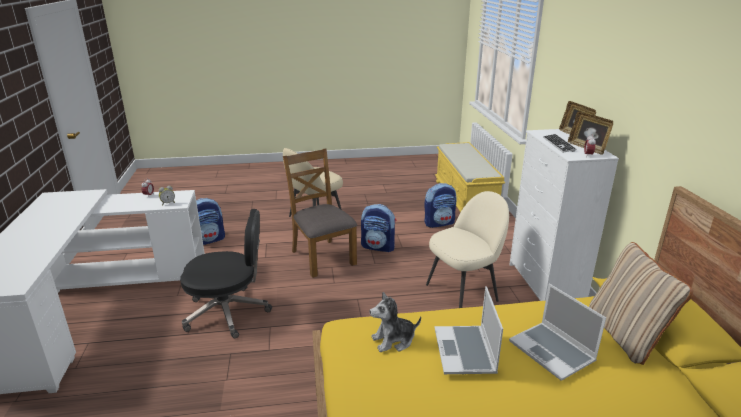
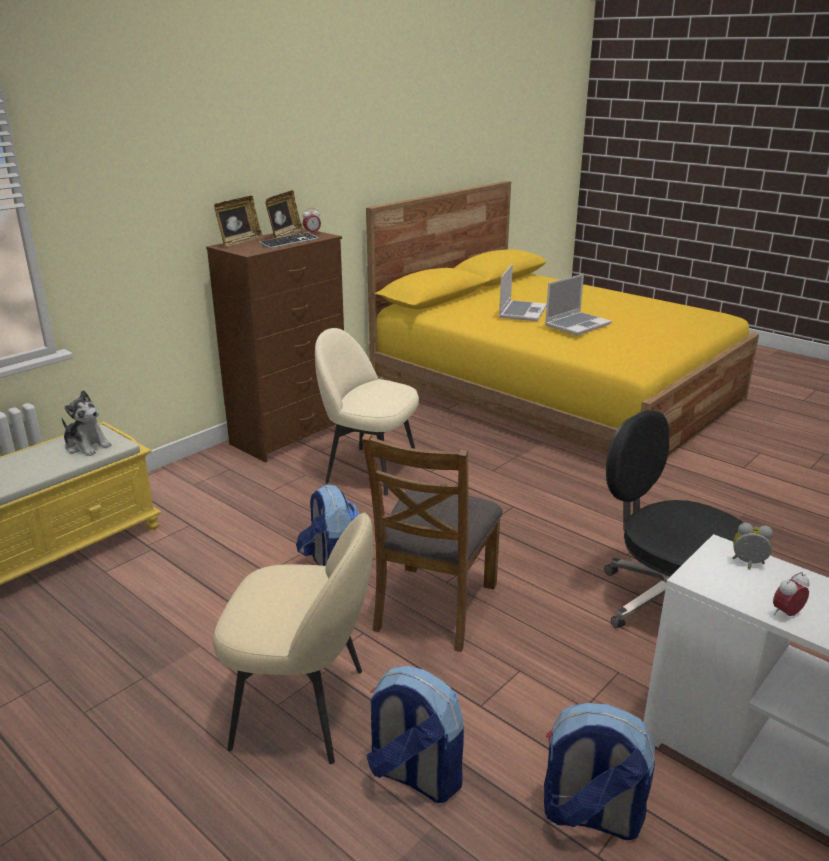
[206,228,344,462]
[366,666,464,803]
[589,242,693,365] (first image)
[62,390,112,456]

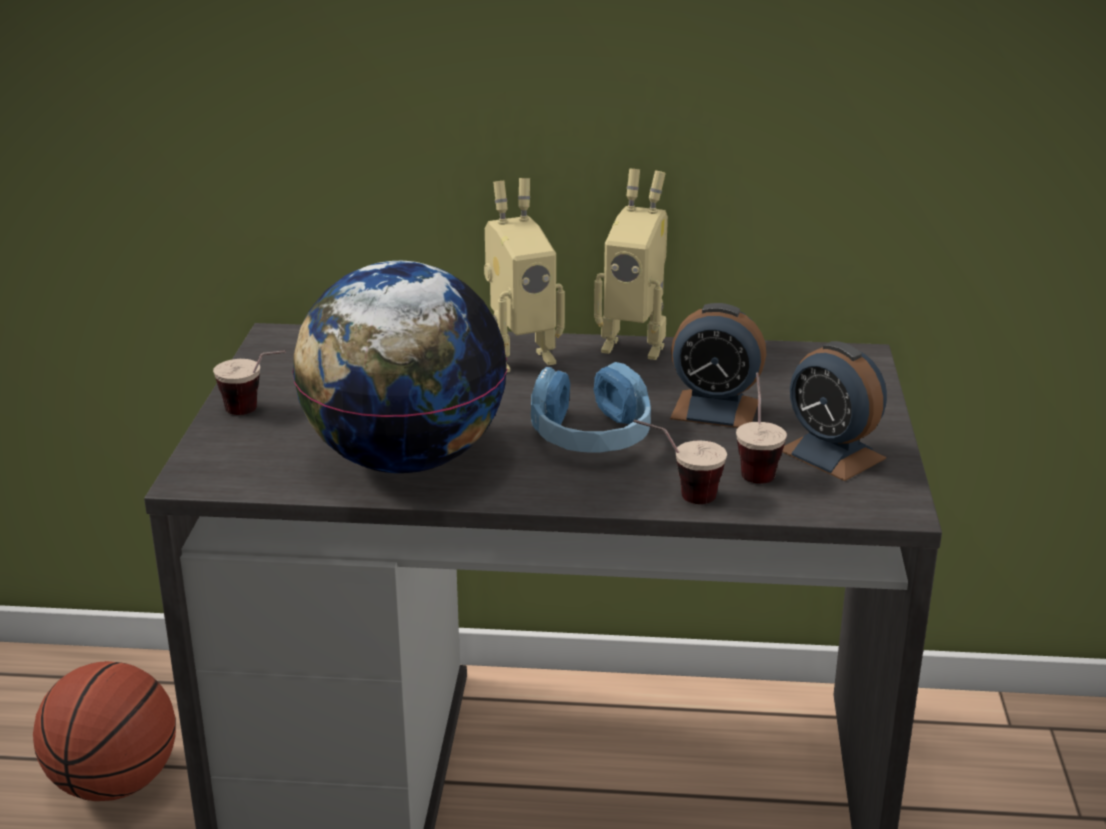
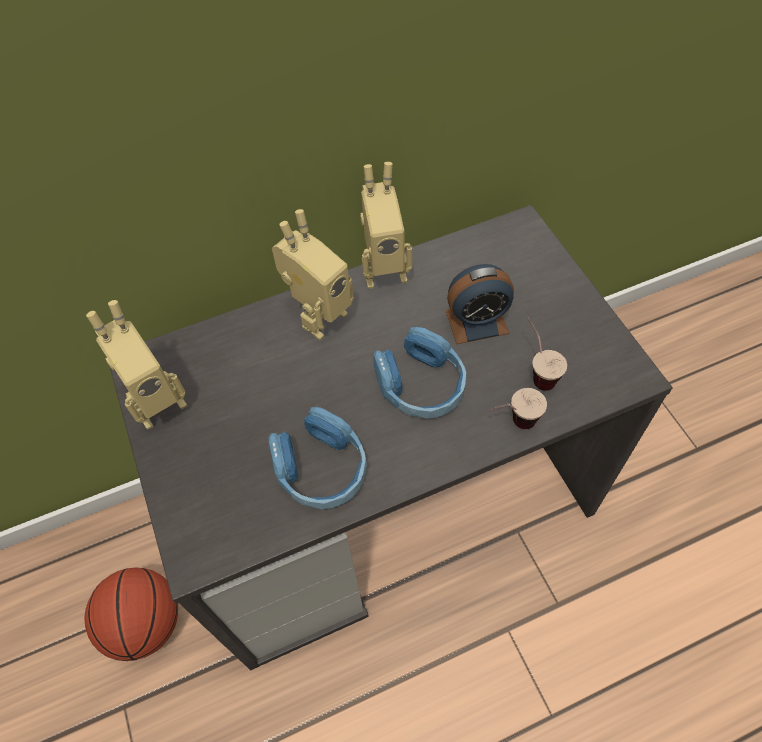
[269,407,367,509]
[782,341,887,481] (first image)
[213,350,286,415] (first image)
[86,300,187,430]

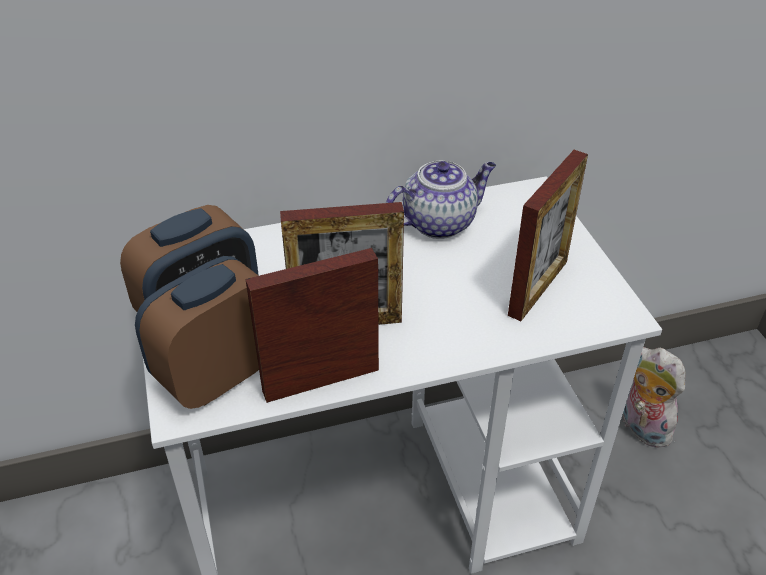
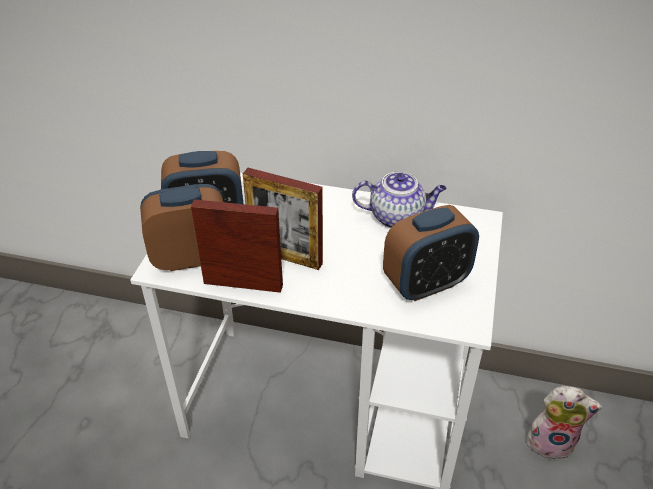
[383,205,479,301]
[526,386,602,460]

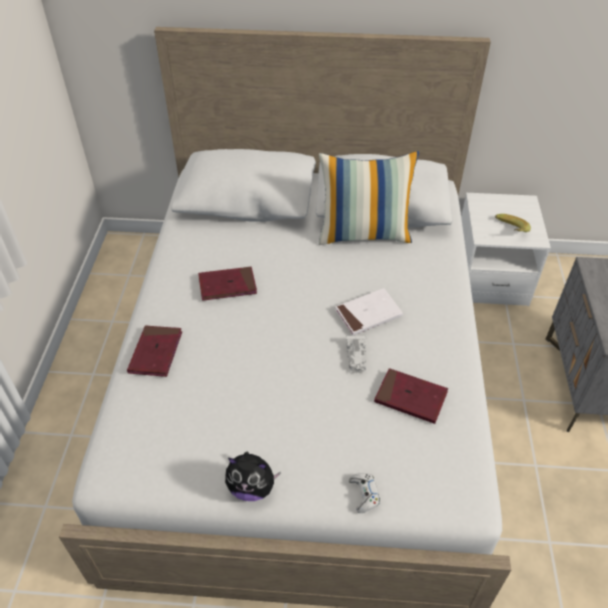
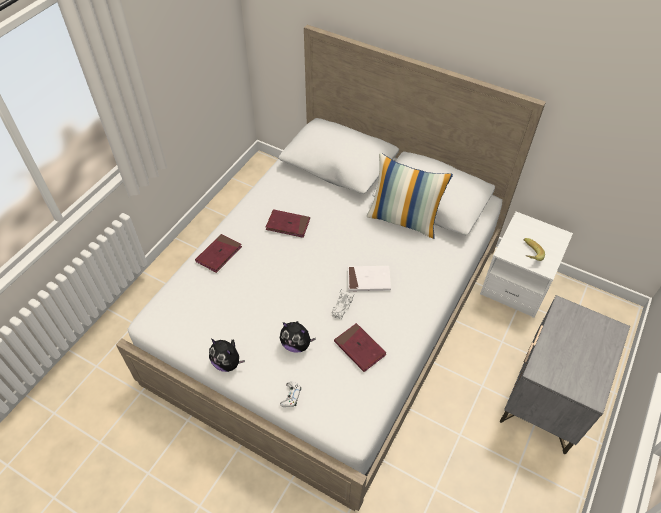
[280,321,316,353]

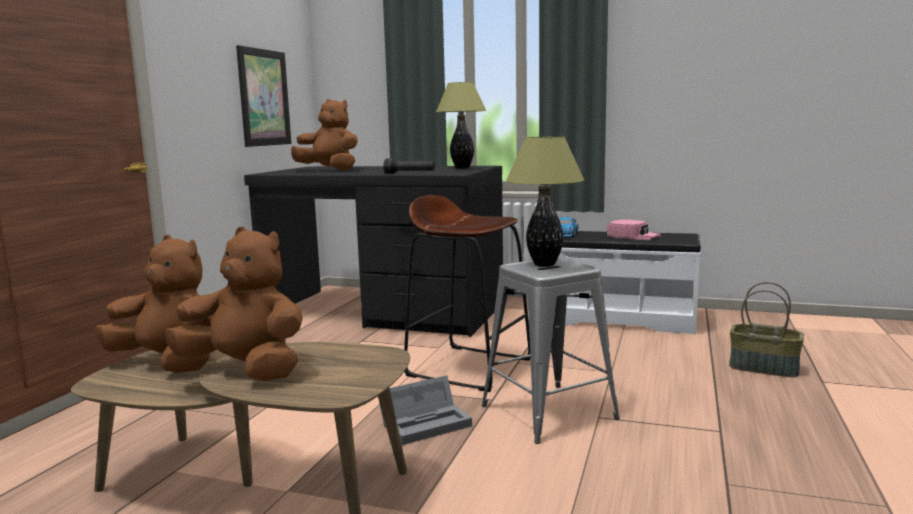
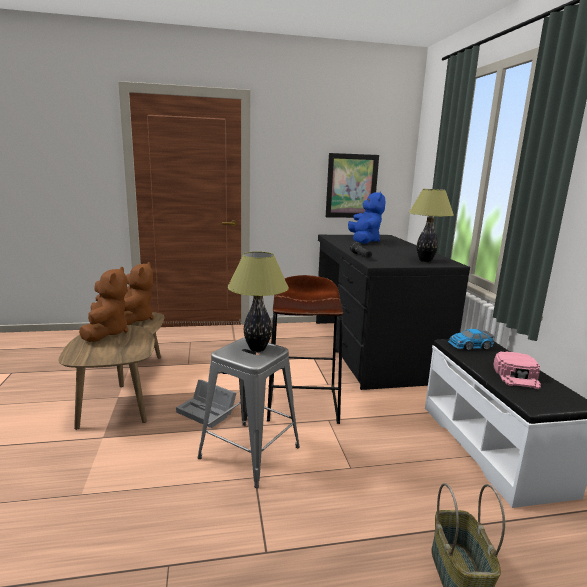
[348,191,386,244]

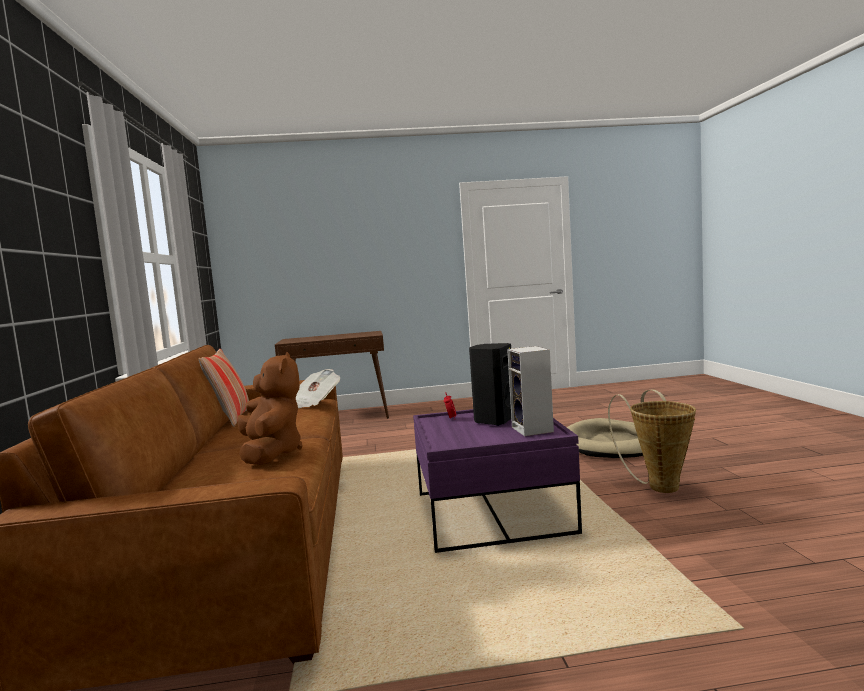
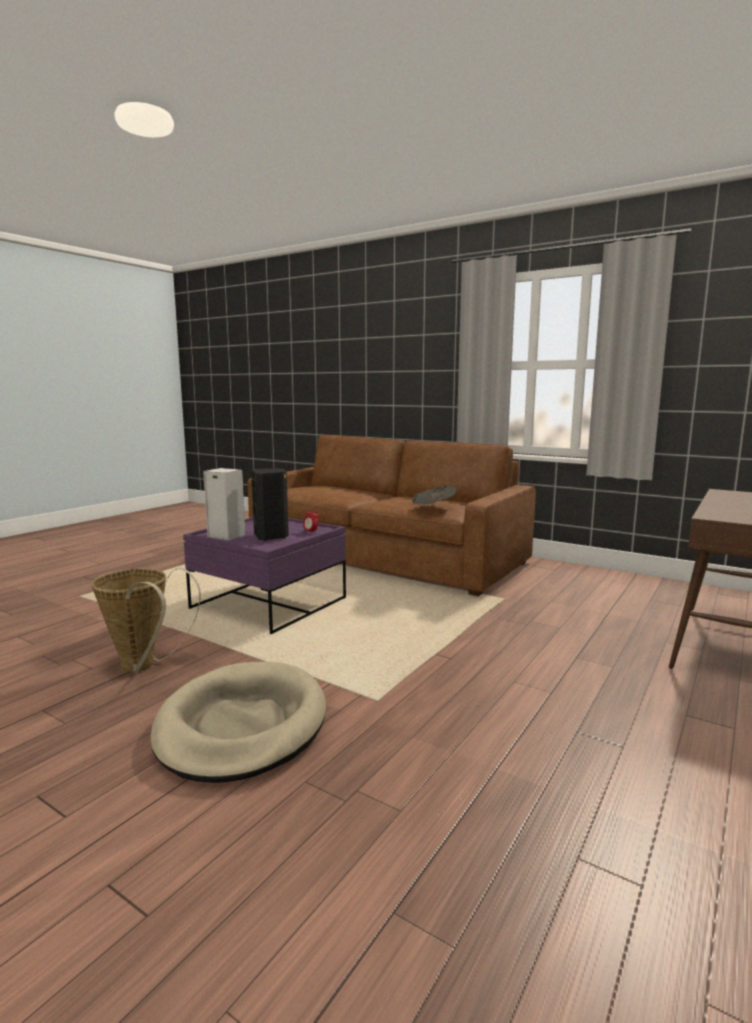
[199,349,249,426] (first image)
[238,352,303,465] (first image)

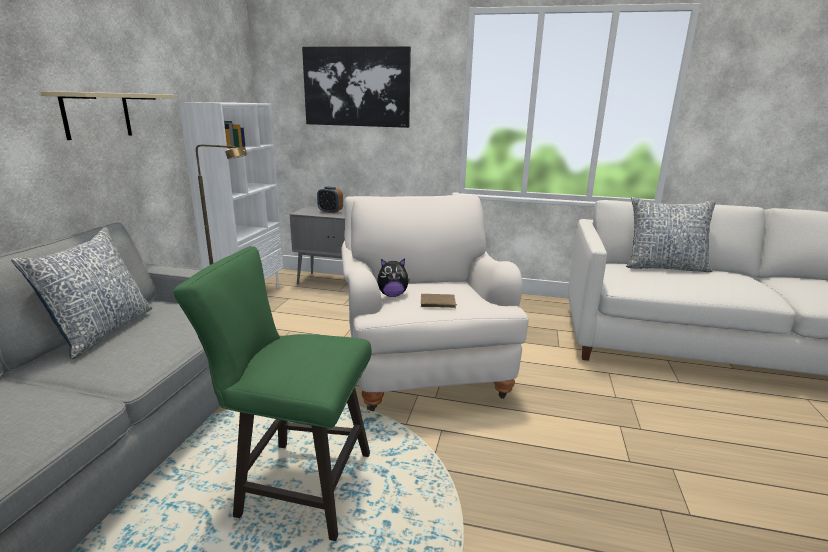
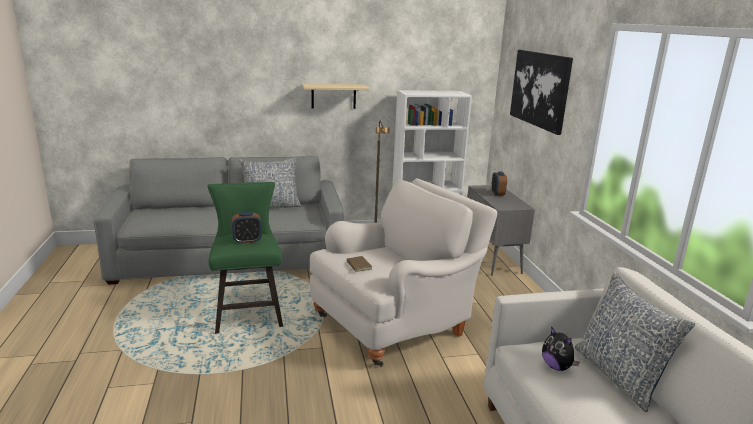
[542,326,580,371]
[231,212,262,244]

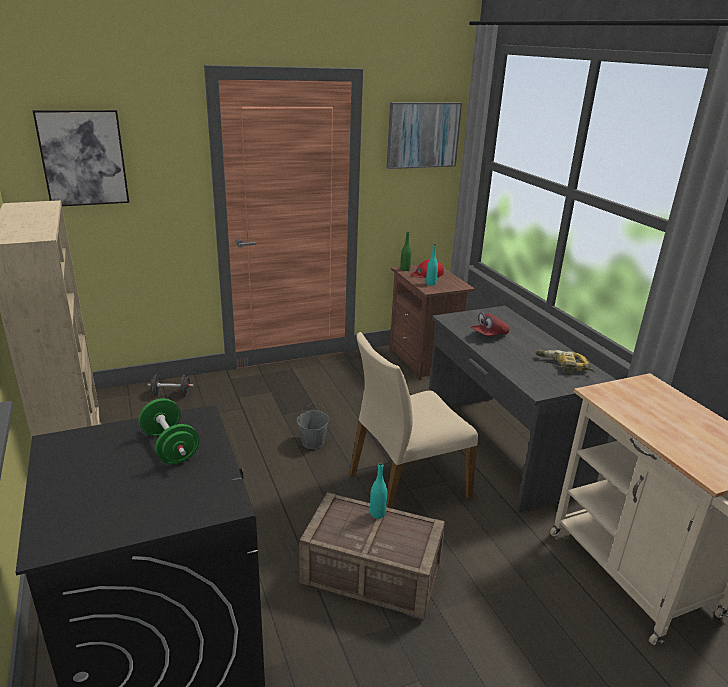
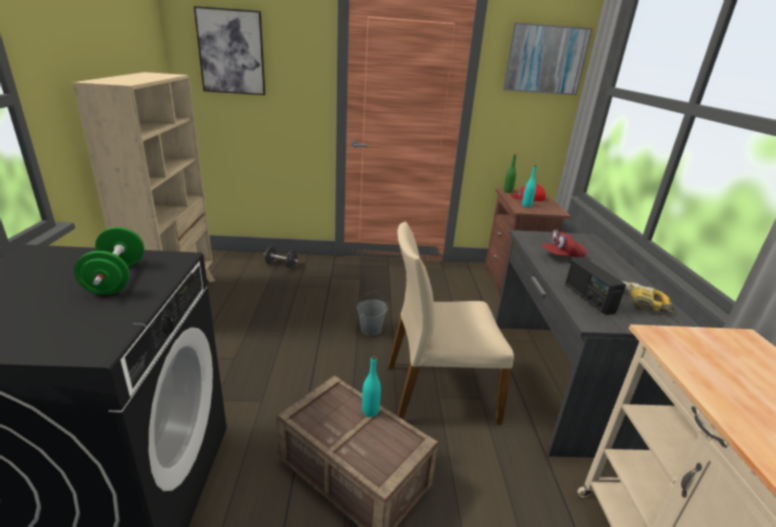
[565,257,626,315]

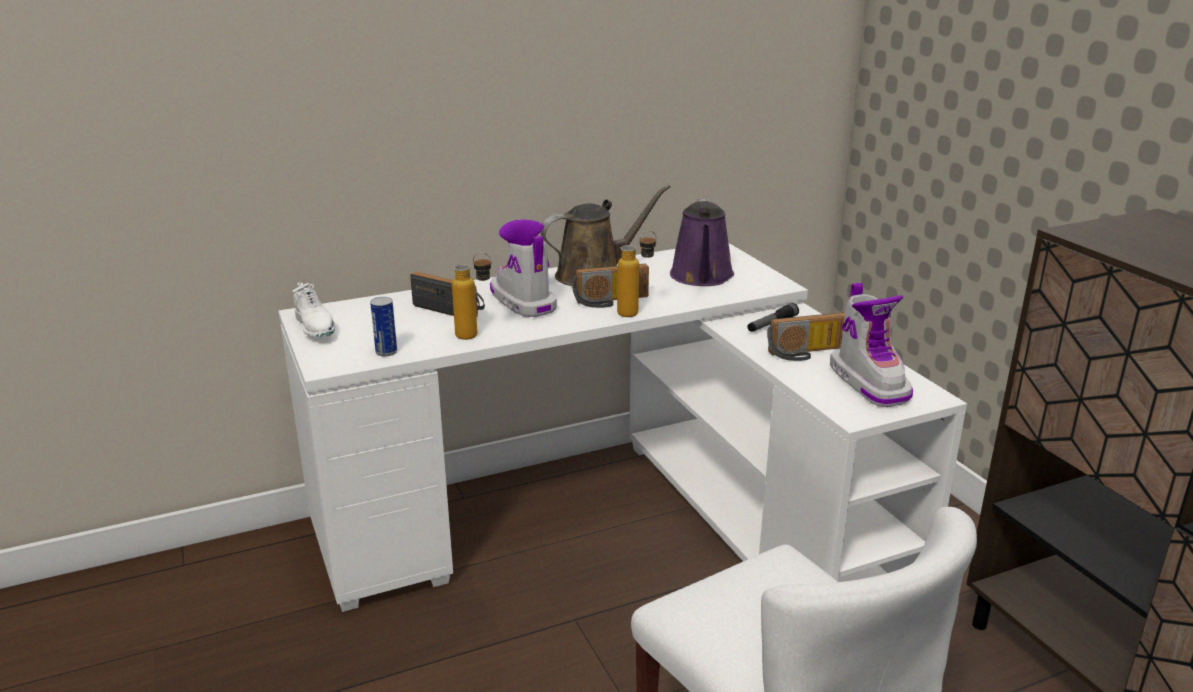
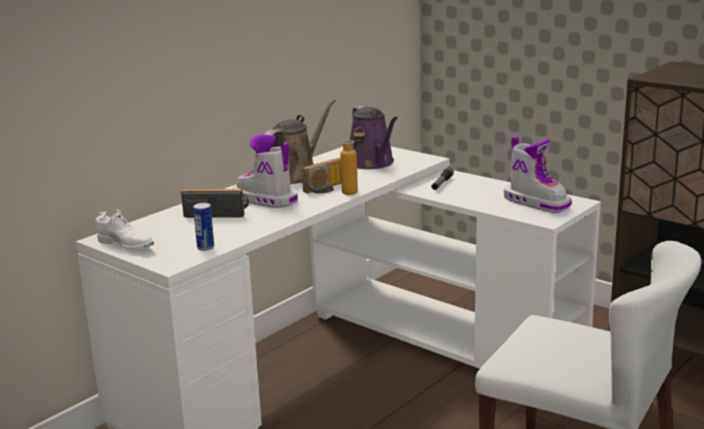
[452,252,492,340] (first image)
[767,312,845,361] (first image)

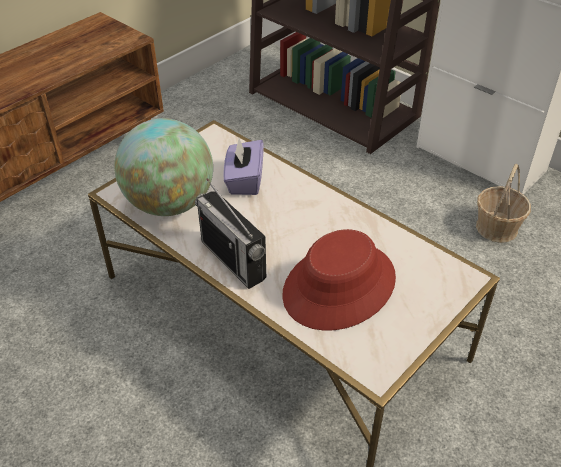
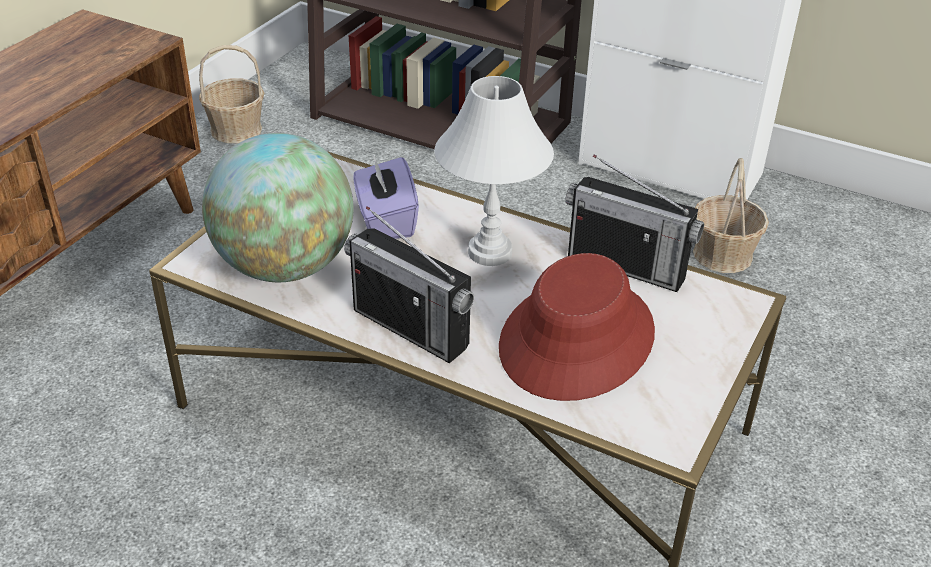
[199,45,264,143]
[435,76,554,266]
[565,155,704,292]

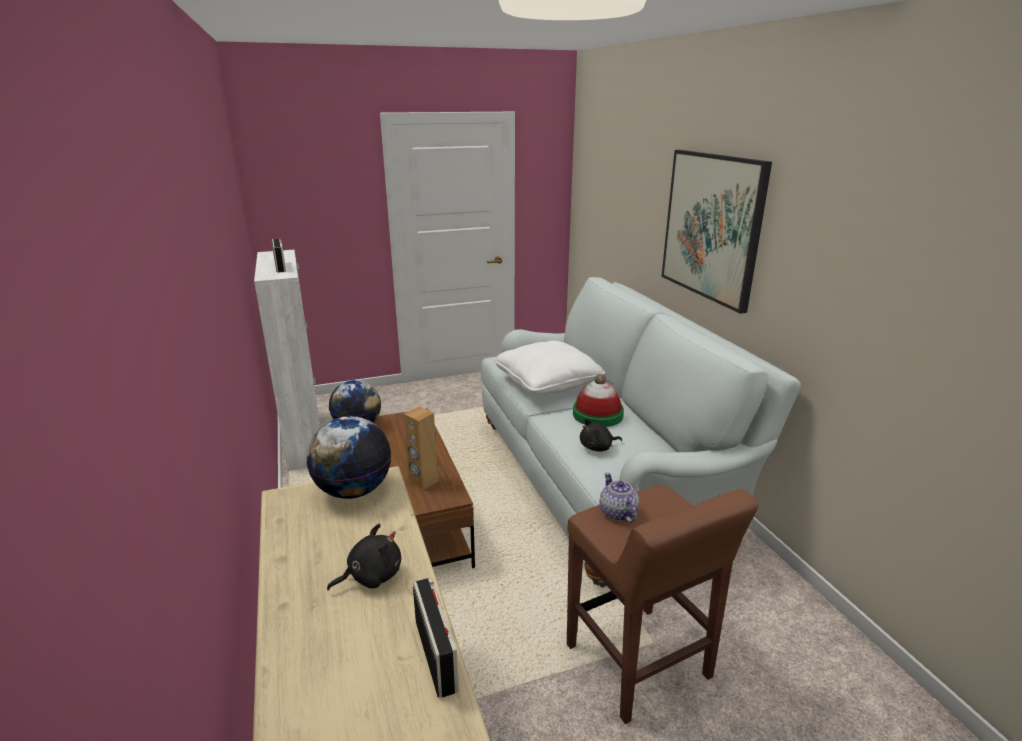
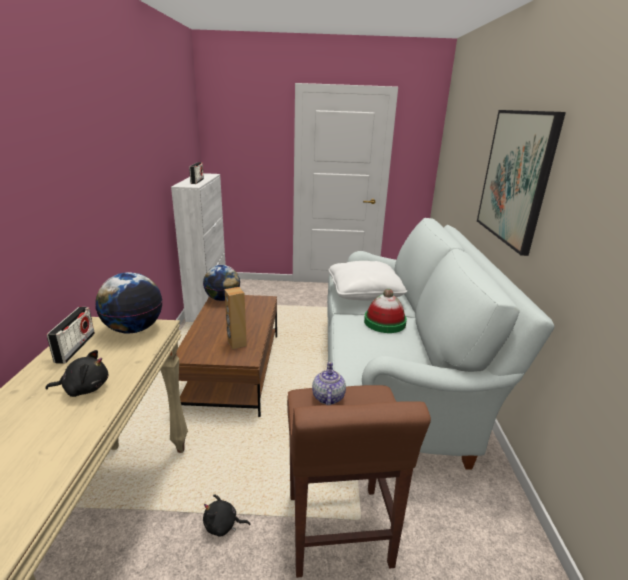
[203,495,250,536]
[47,307,95,364]

